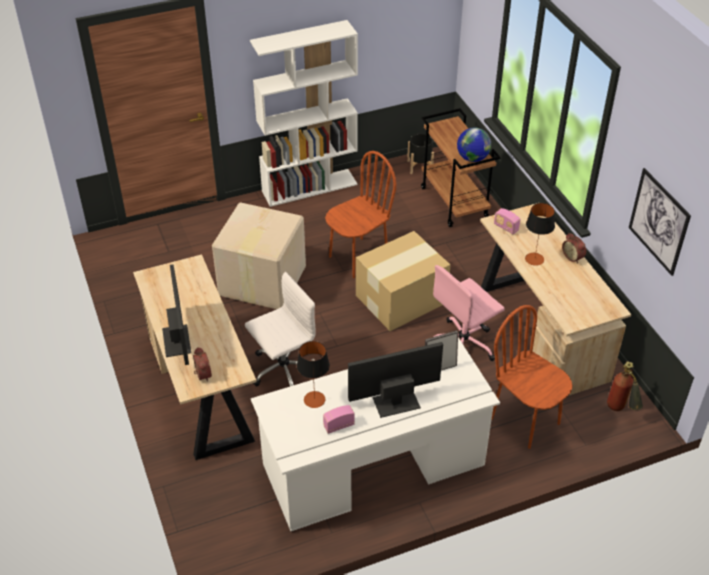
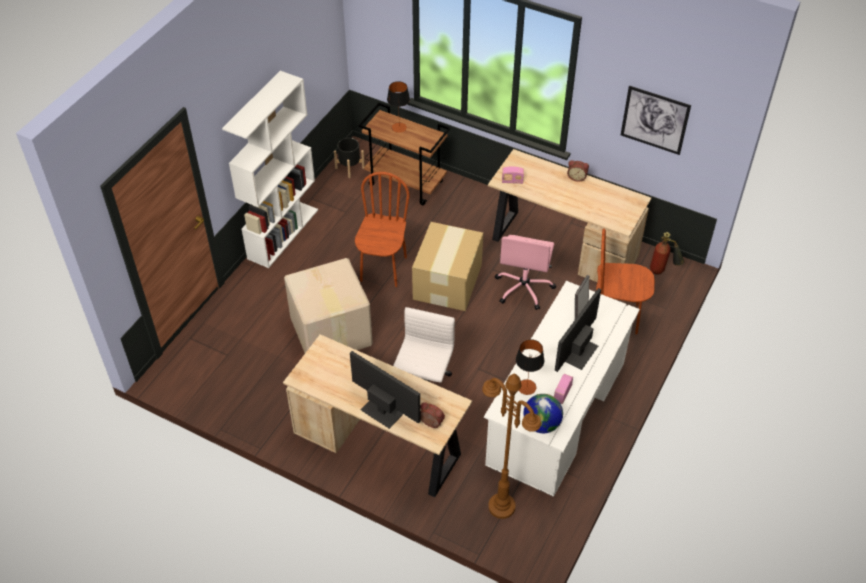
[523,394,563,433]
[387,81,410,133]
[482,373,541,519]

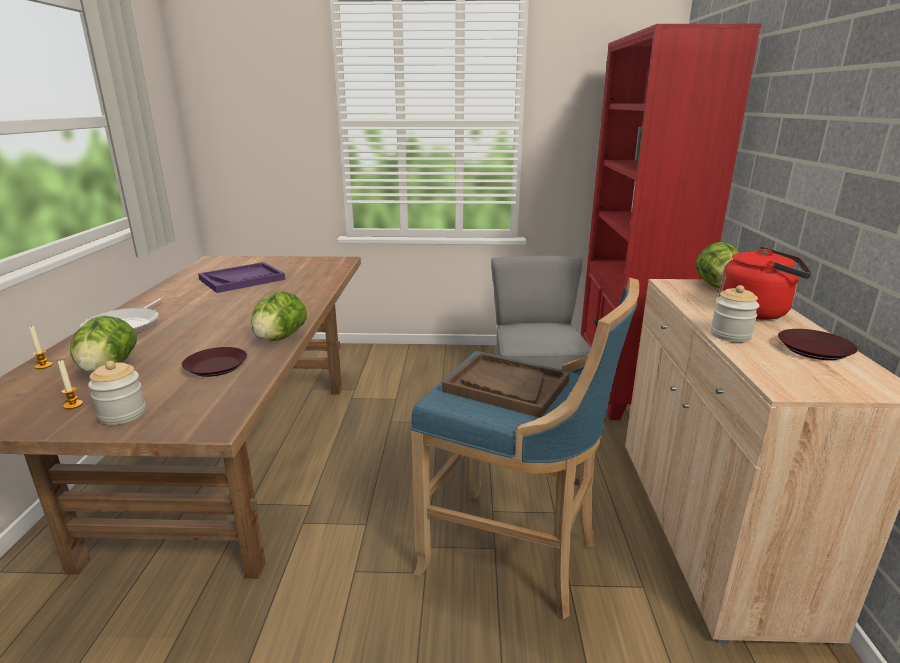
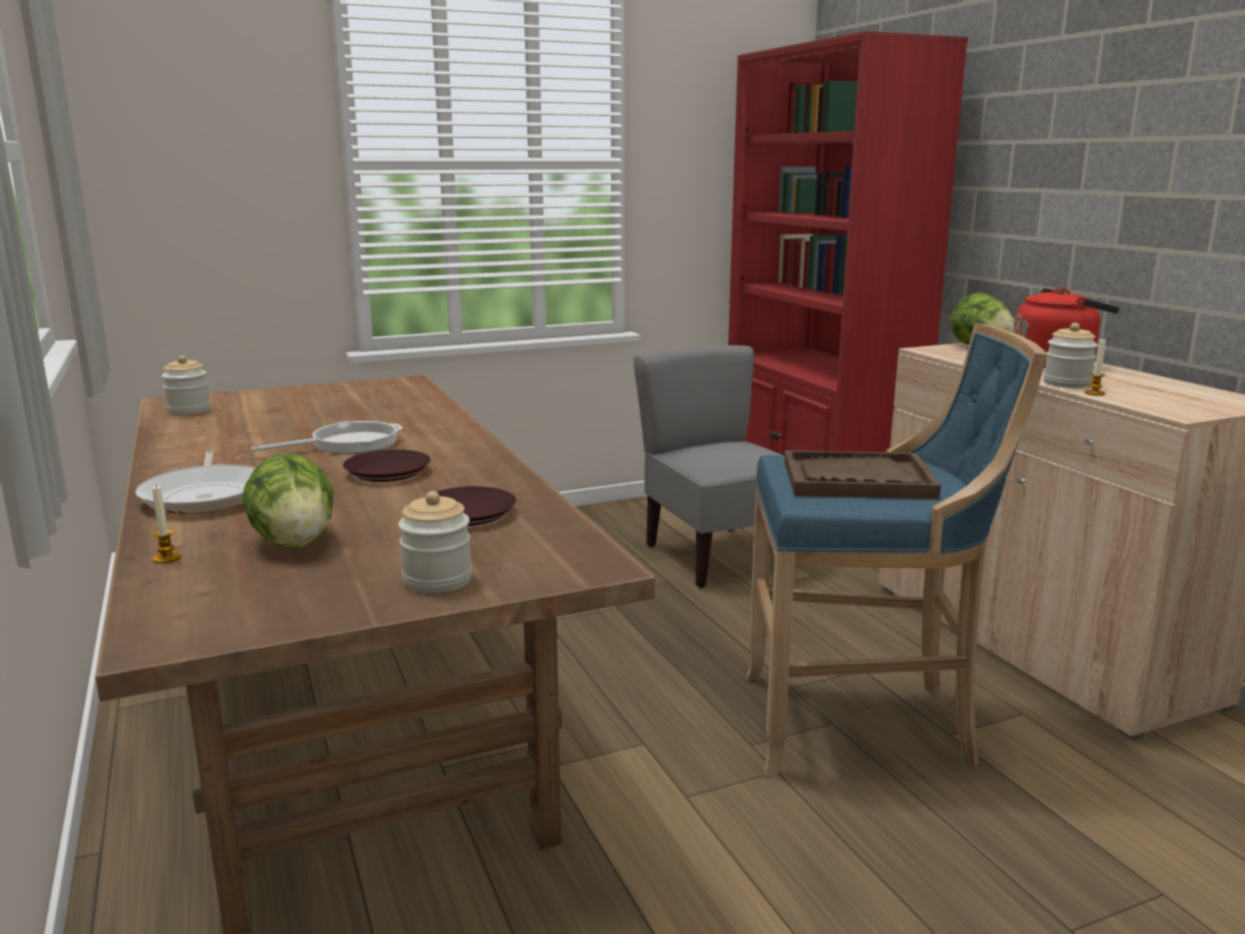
[198,262,285,293] (first image)
[251,291,307,341] (first image)
[343,449,430,482]
[1084,339,1106,396]
[162,355,211,415]
[251,421,403,454]

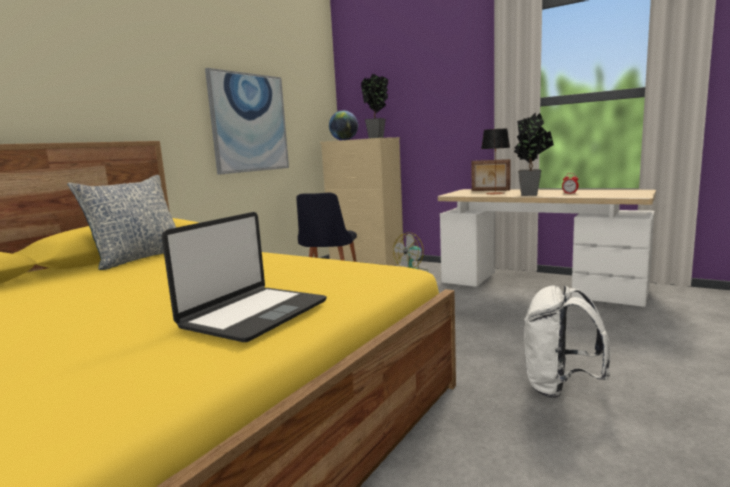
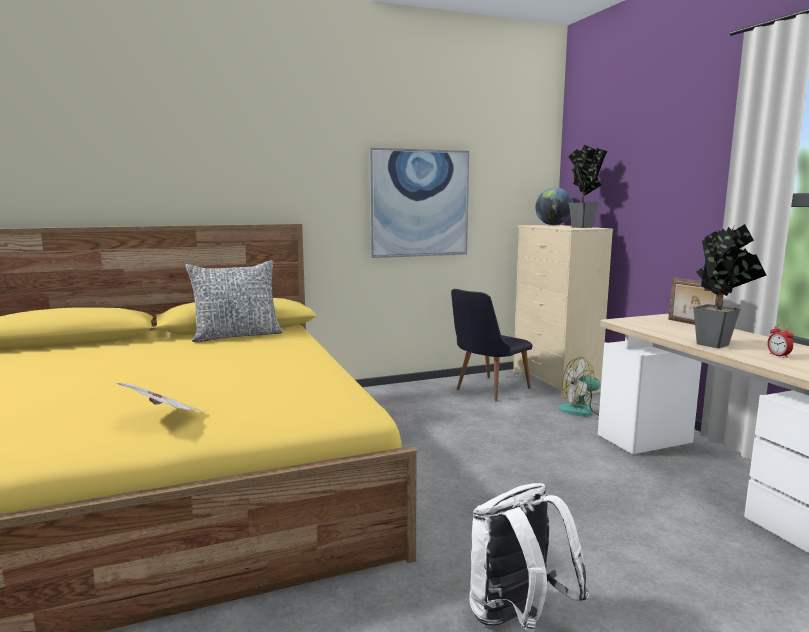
[481,128,510,195] (first image)
[114,383,206,411]

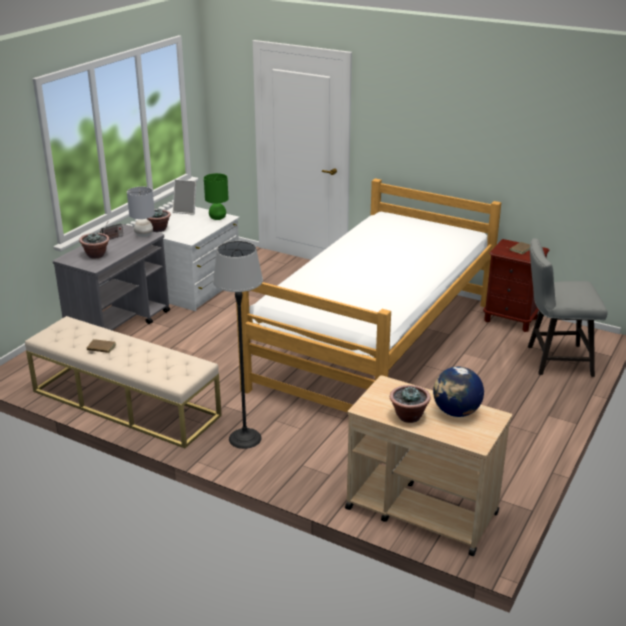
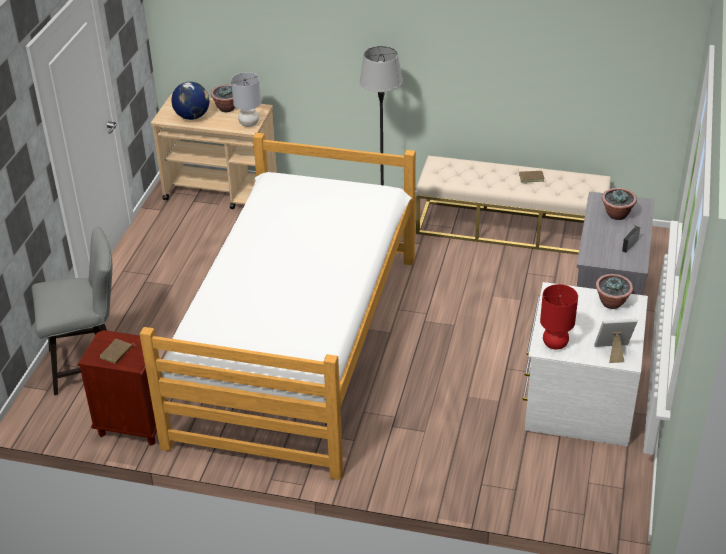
[540,284,578,350]
[231,72,261,127]

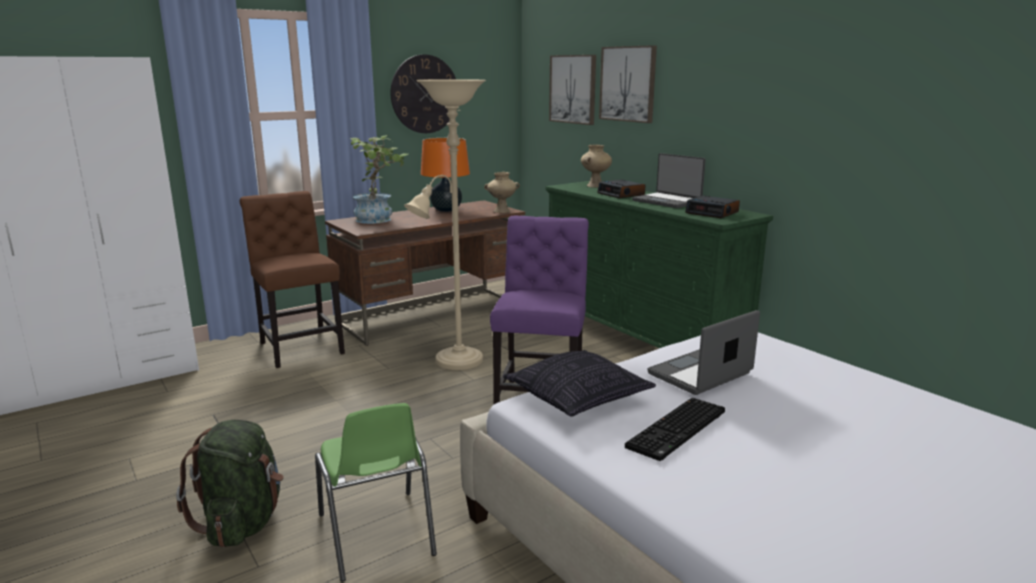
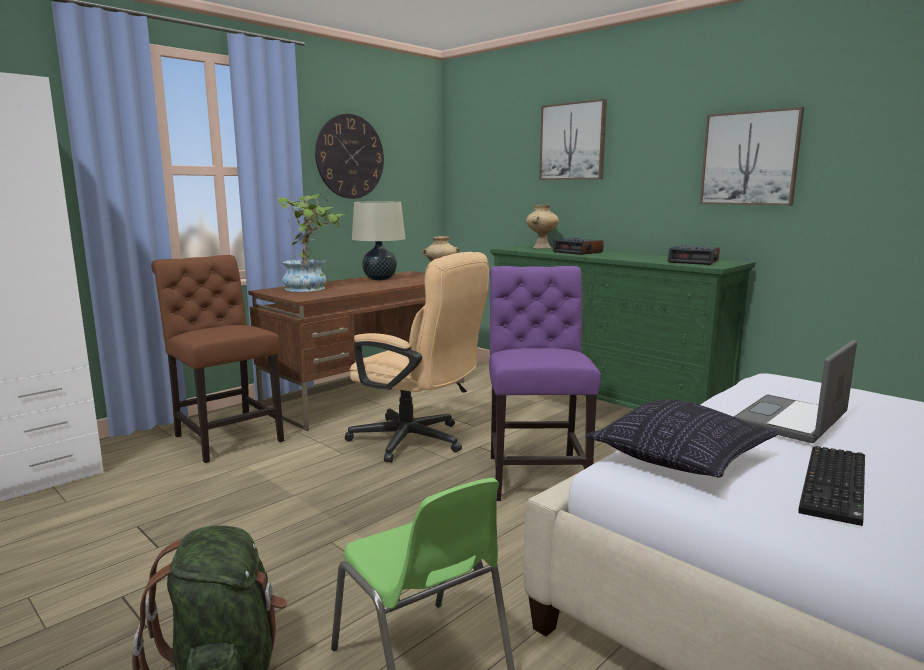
[700,107,804,206]
[345,252,489,463]
[352,202,406,280]
[632,153,706,208] (first image)

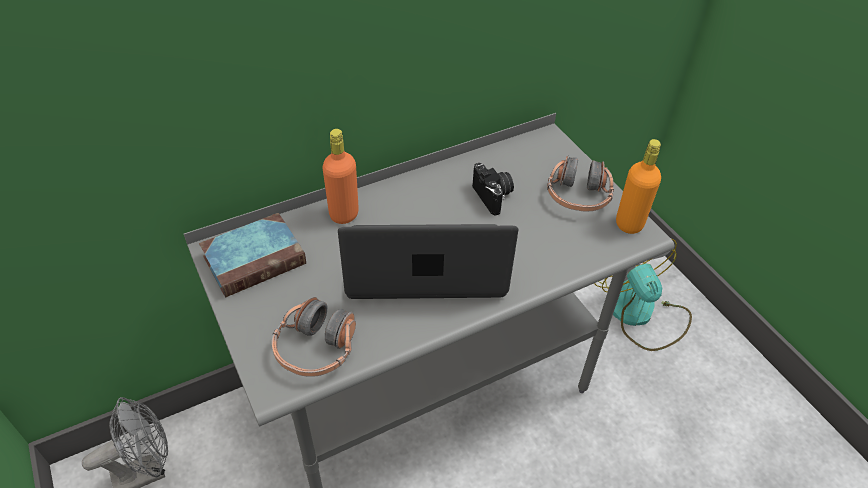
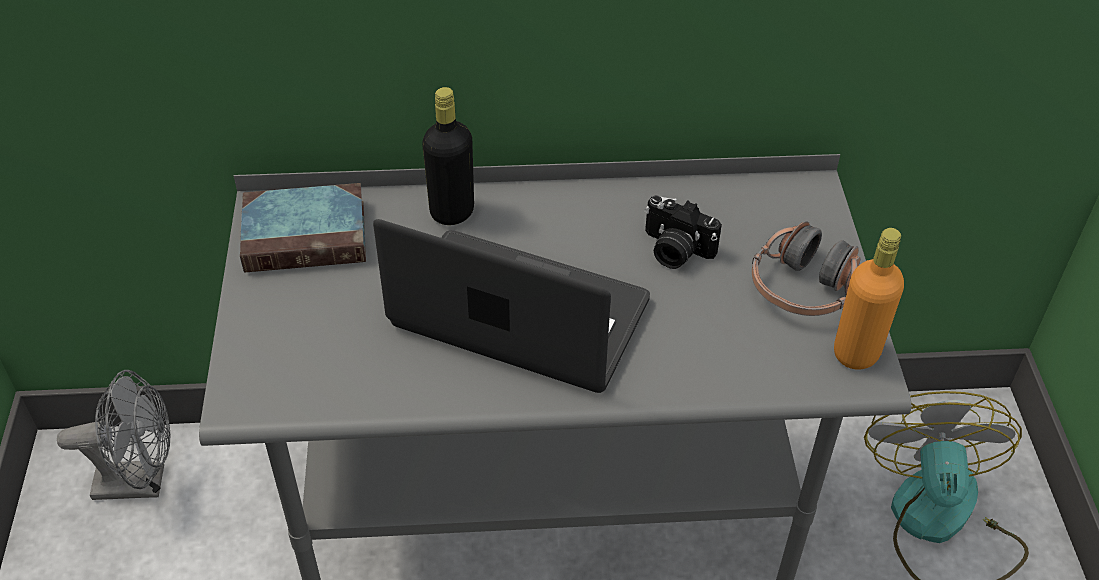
[422,87,474,225]
[645,195,722,269]
[272,297,356,377] (first image)

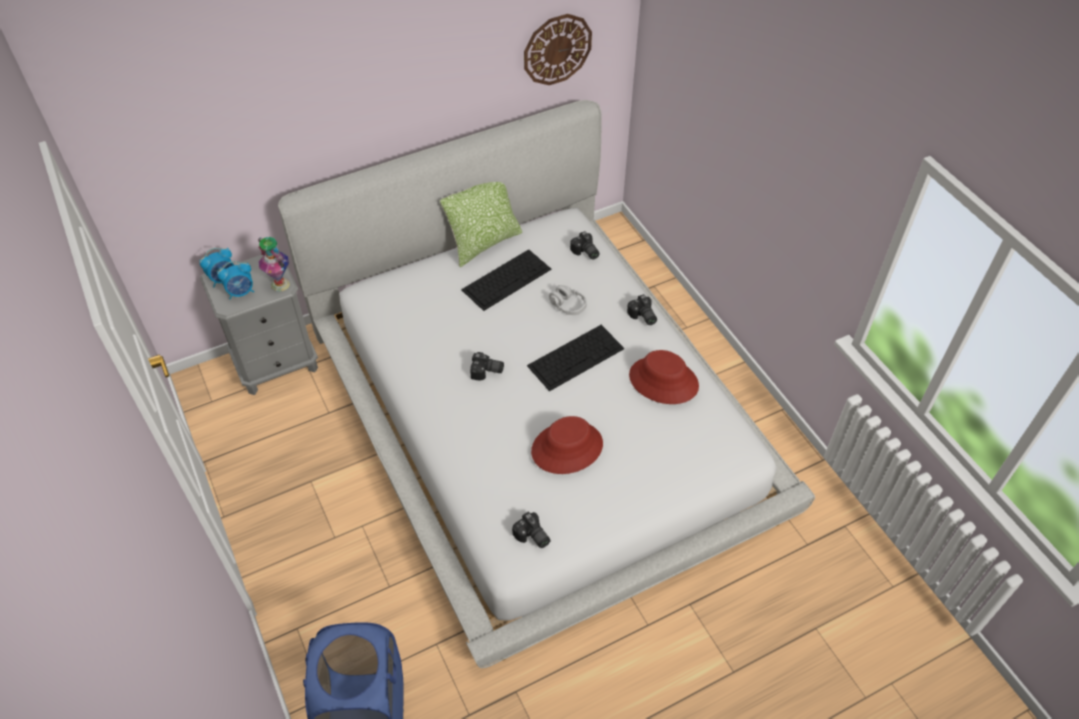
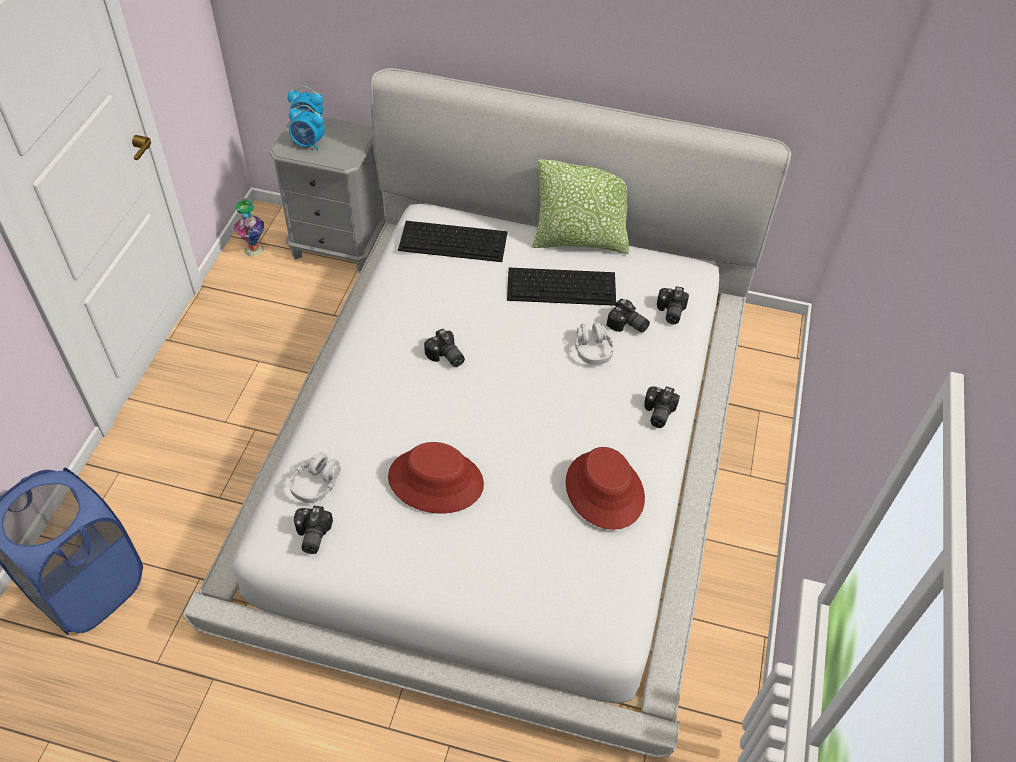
[524,14,592,85] (first image)
[234,198,264,257]
[398,221,508,262]
[607,298,650,333]
[289,452,341,503]

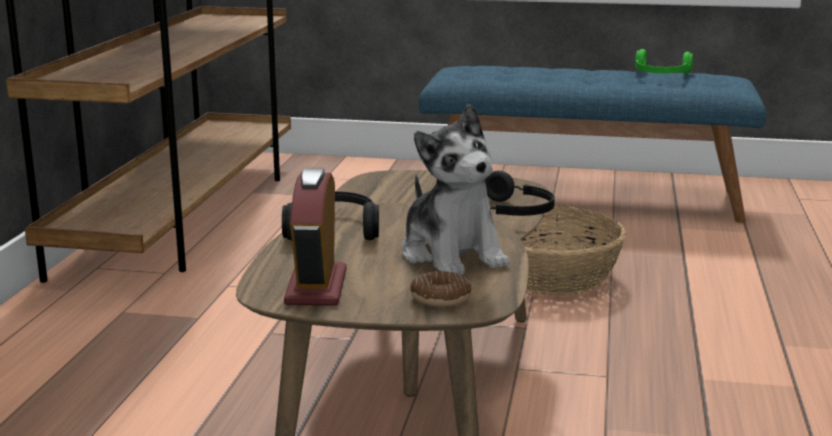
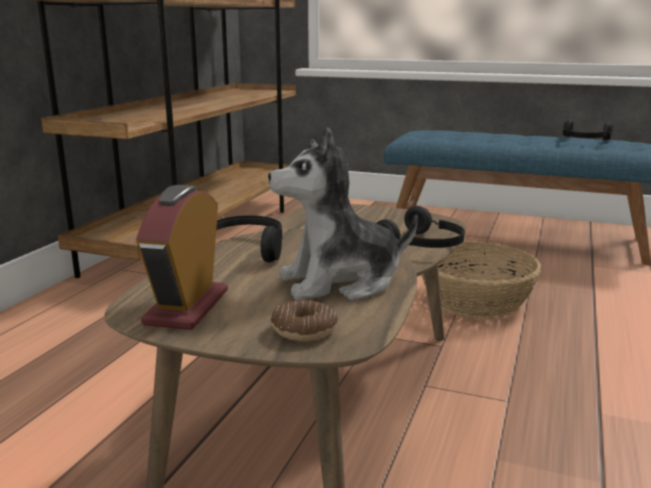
[563,119,613,140]
[268,127,418,300]

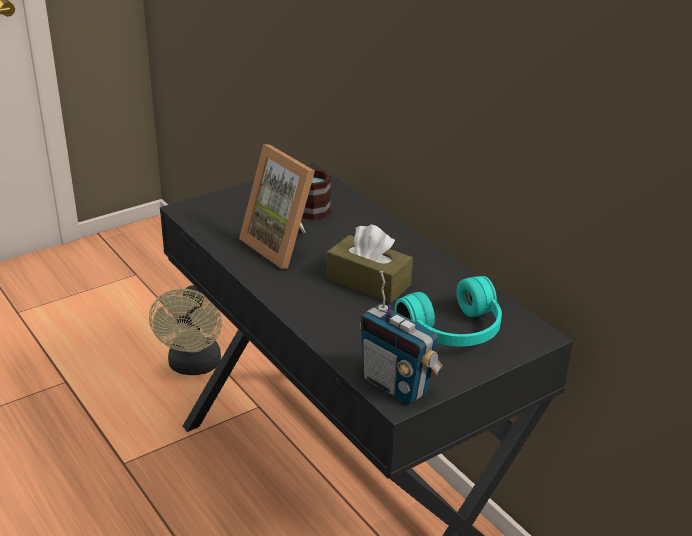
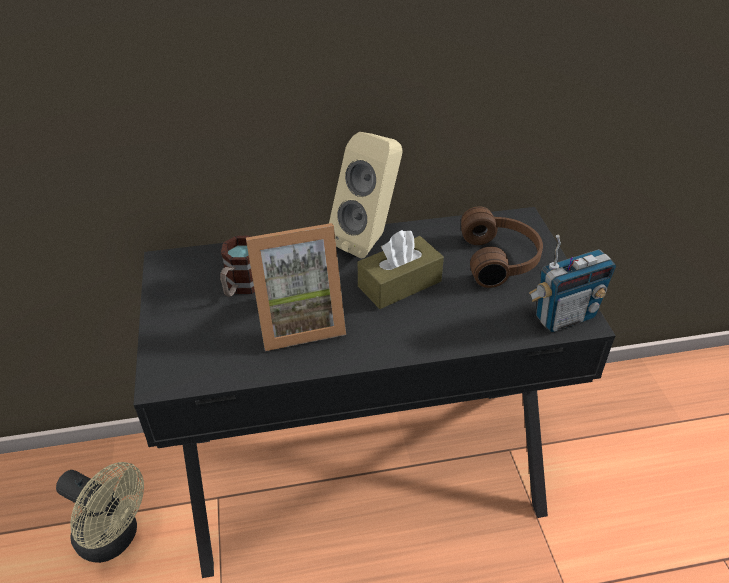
[461,206,543,288]
[329,132,403,258]

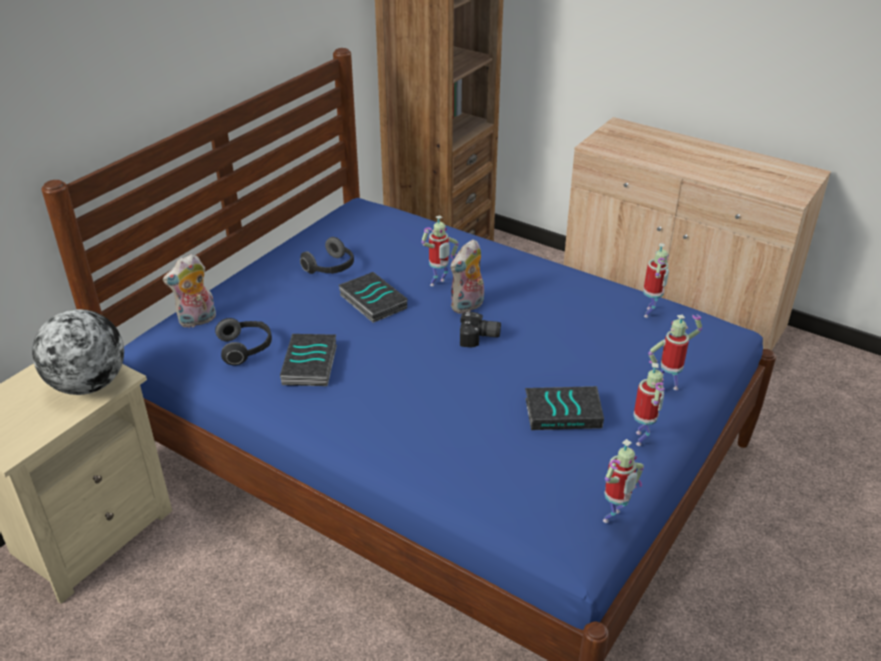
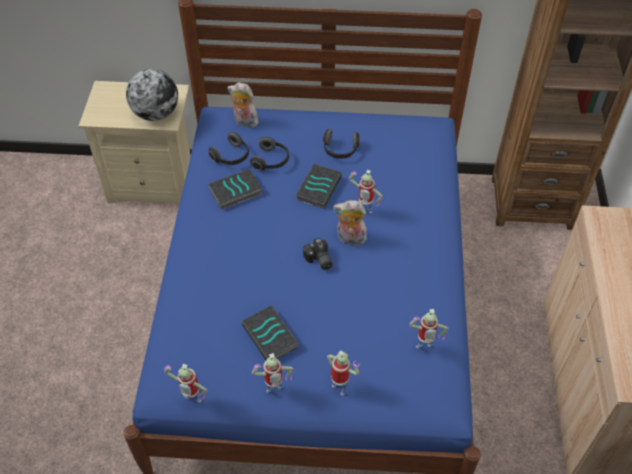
[250,137,289,171]

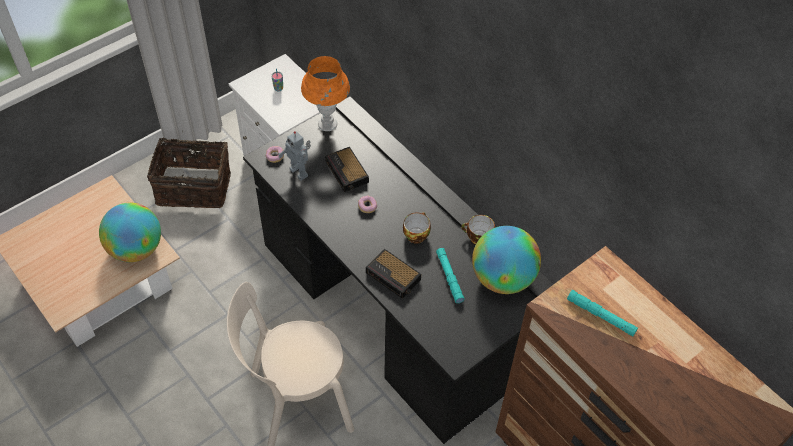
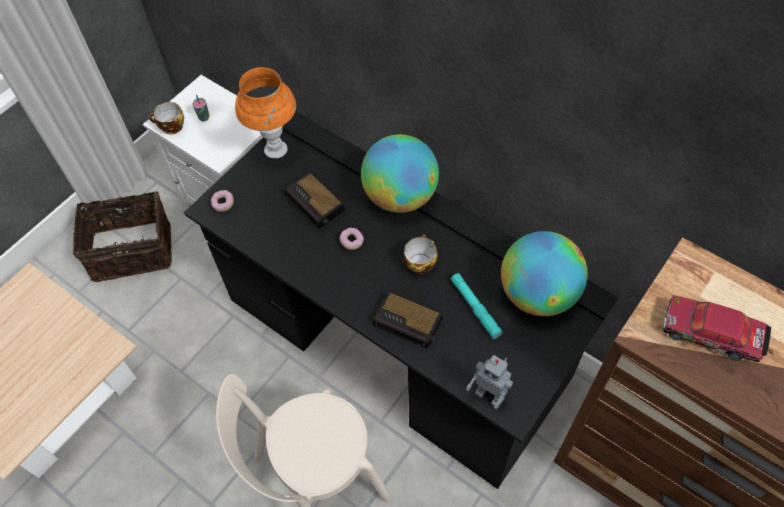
[466,355,513,409]
[361,134,439,213]
[149,102,184,134]
[663,295,771,362]

